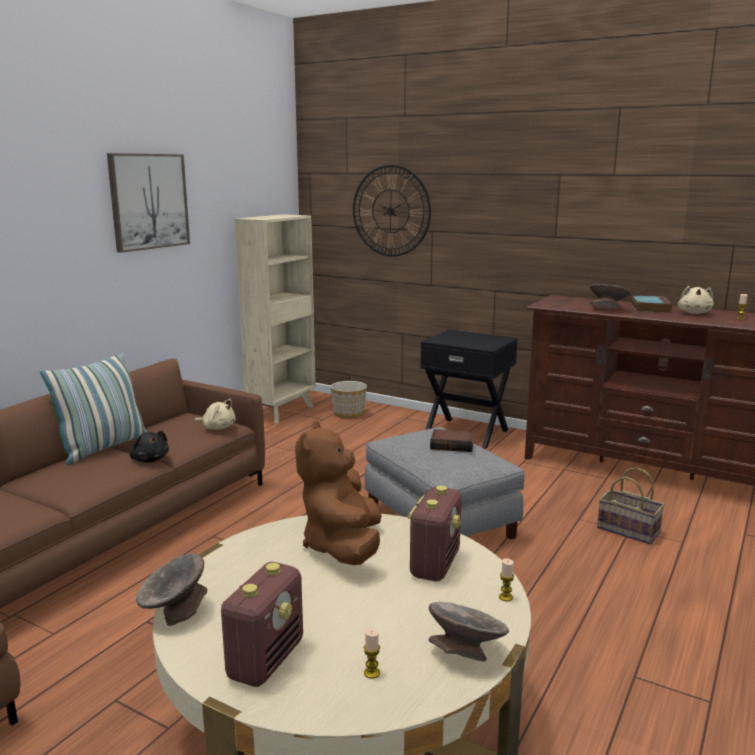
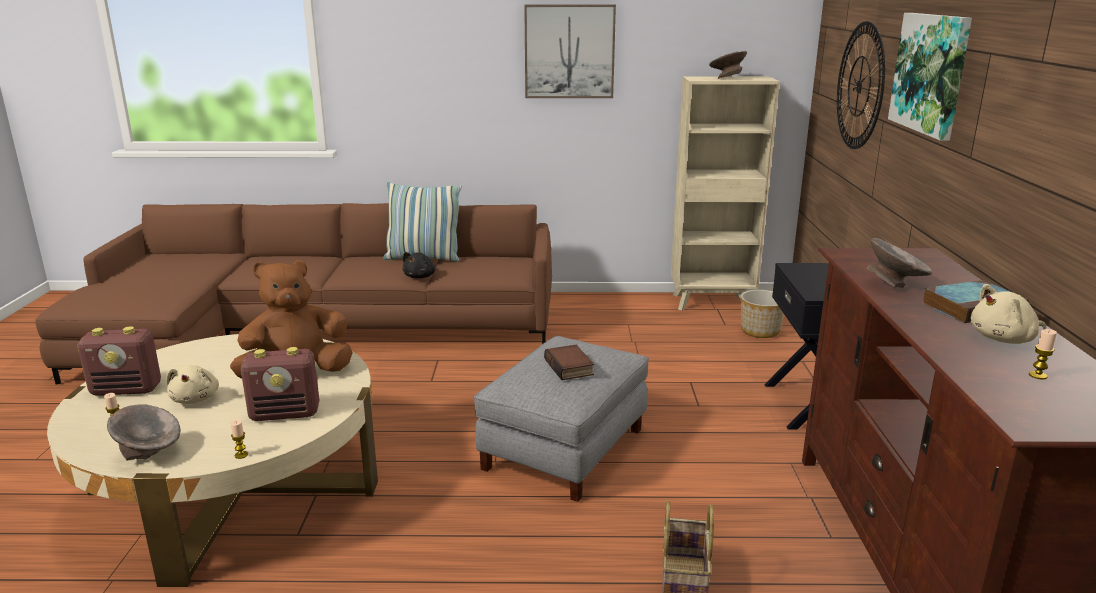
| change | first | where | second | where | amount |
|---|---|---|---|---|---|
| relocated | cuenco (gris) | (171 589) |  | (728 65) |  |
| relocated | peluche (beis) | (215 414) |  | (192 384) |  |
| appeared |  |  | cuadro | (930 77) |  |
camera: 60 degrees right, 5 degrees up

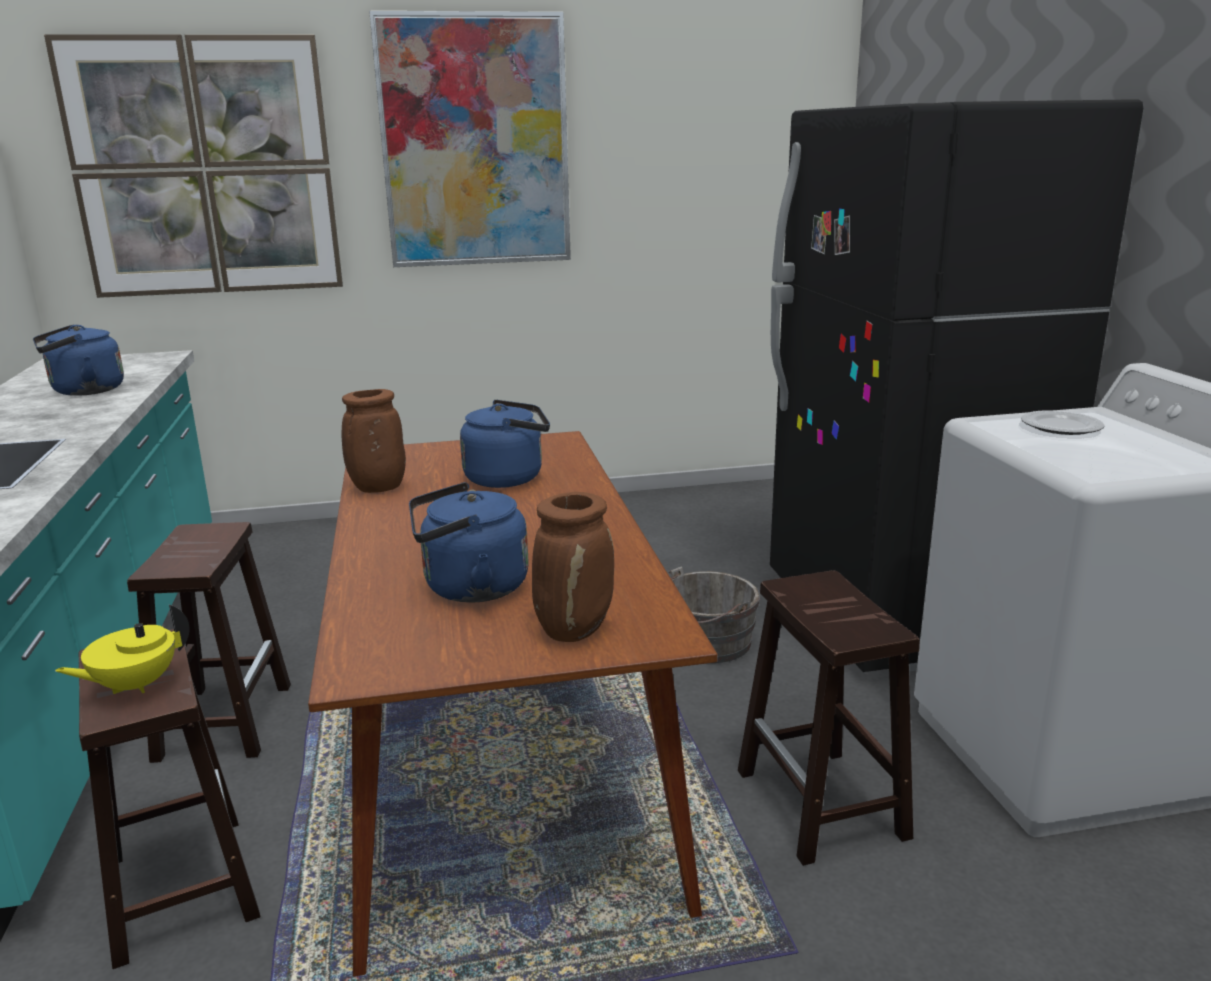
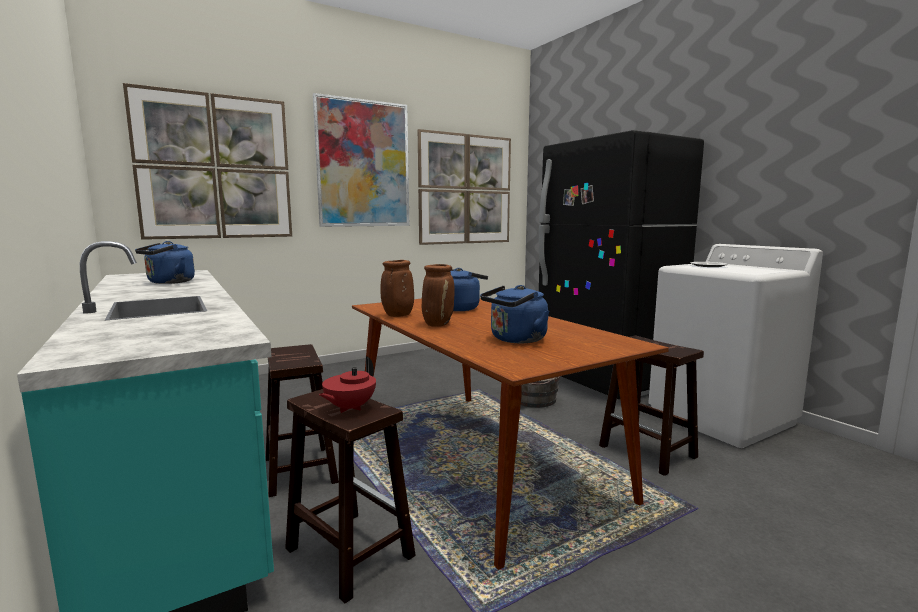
| change | first | where | second | where | amount |
|---|---|---|---|---|---|
| colour | tetera (amarillo) | (122 649) | tetera (rojo) | (347 384) |  |
| relocated | florero (marrón) | (573 567) |  | (438 295) |  |
| appeared |  |  | cuadro | (464 187) |  |
camera: 20 degrees left, 10 degrees down

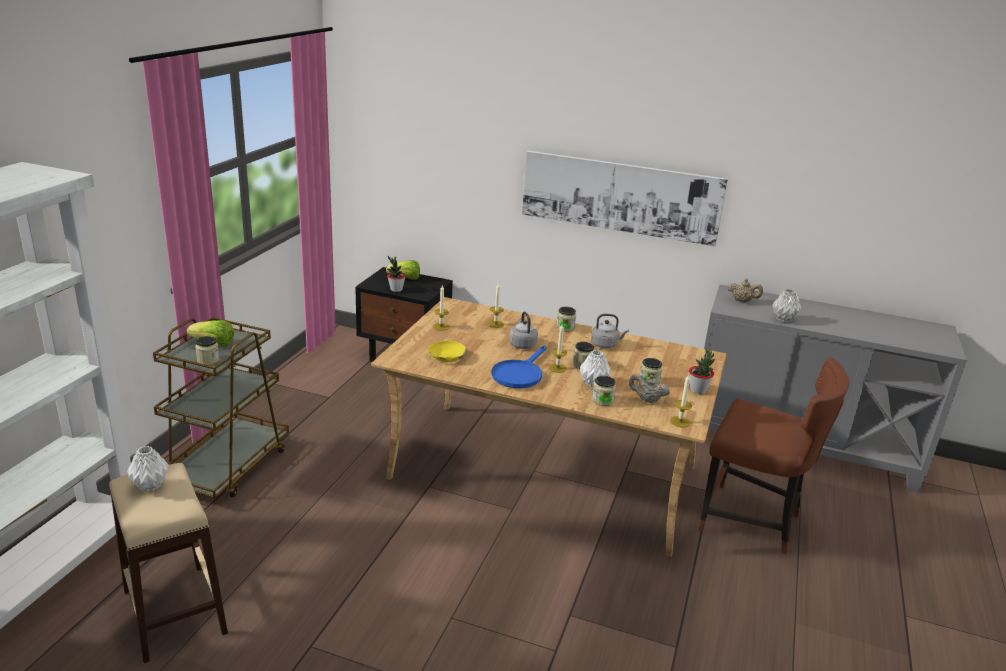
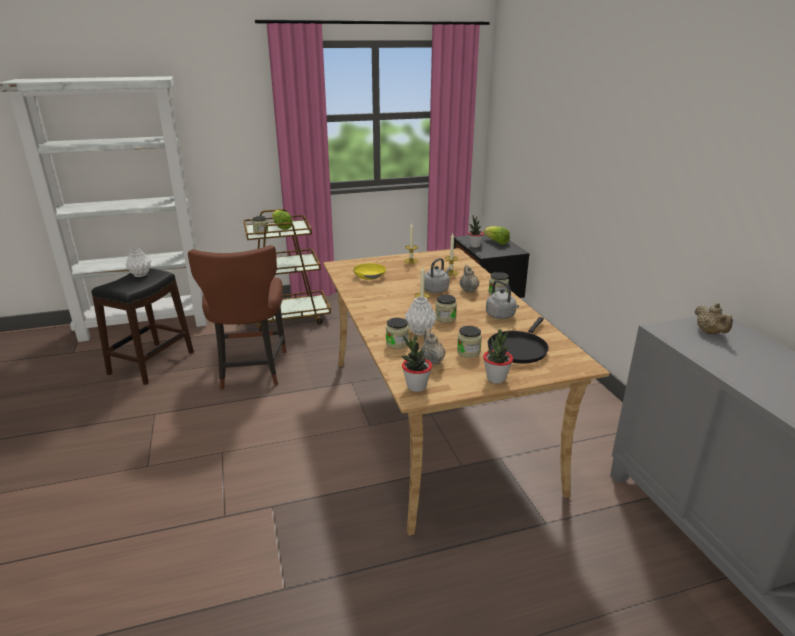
| change | first | where | second | where | amount |
|---|---|---|---|---|---|
| colour | taburete (beis) | (168 563) | taburete (negro) | (142 326) |  |
| missing | sartén (azul) | (519 366) |  |  |  |
| missing | cuadro | (625 198) |  |  |  |
| exchanged | vela | (681 401) | planta en maceta | (416 363) |  |
| relocated | silla (marrón) | (774 456) |  | (237 317) |  |
| missing | florero (gris) | (787 305) |  |  |  |
| appeared |  |  | tetera (beis) | (470 278) |  |
| appeared |  |  | sartén (negro) | (518 340) |  |
camera: 55 degrees right, 0 degrees up

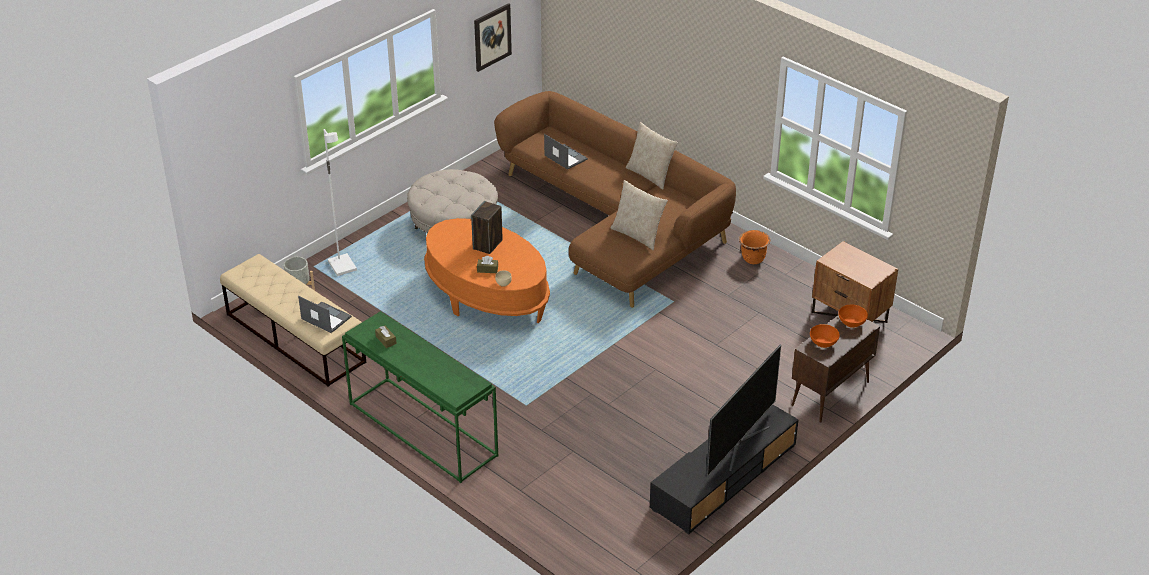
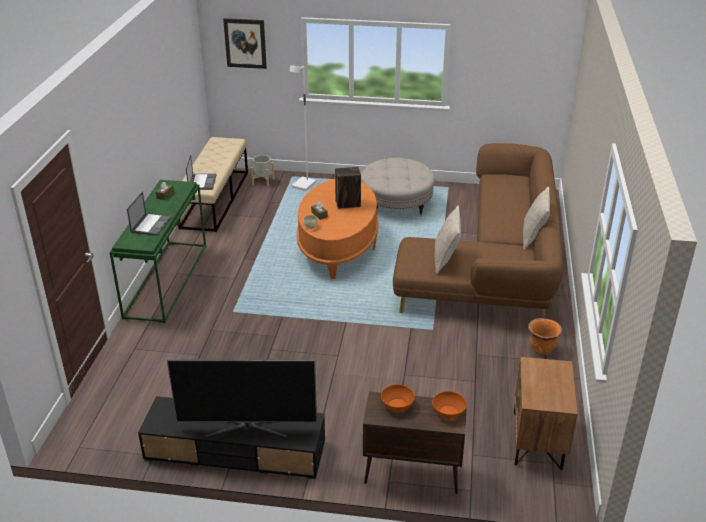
| change | first | where | second | where | amount |
|---|---|---|---|---|---|
| relocated | cuadro | (493 37) |  | (245 43) |  |
| relocated | portátil | (566 152) |  | (149 213) |  |
camera: 55 degrees right, 5 degrees down

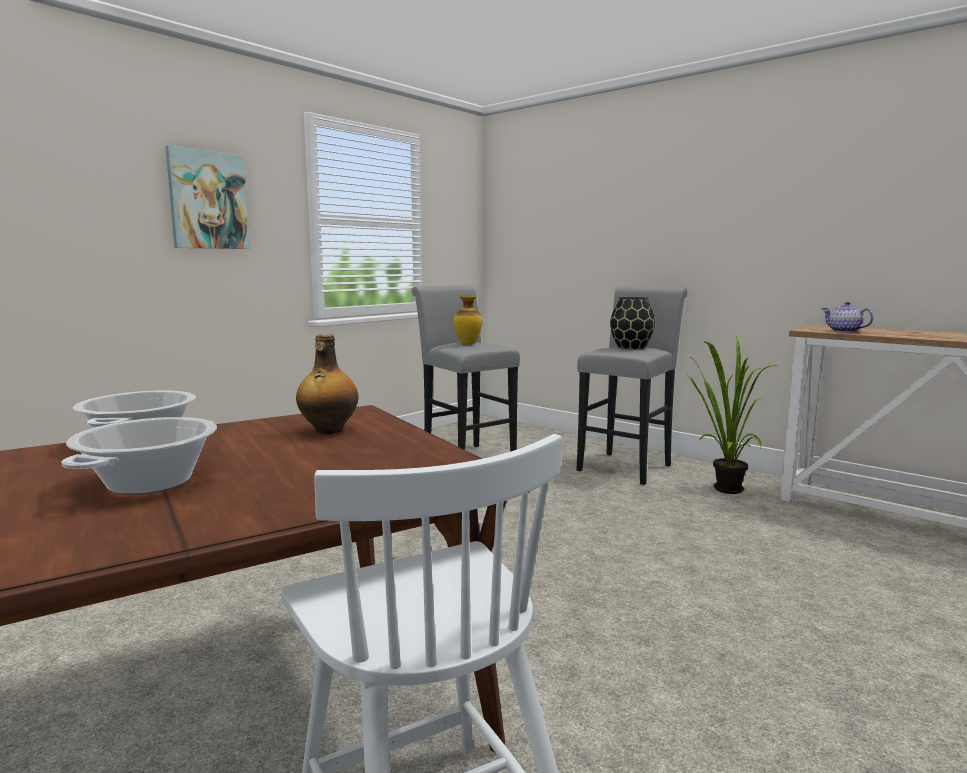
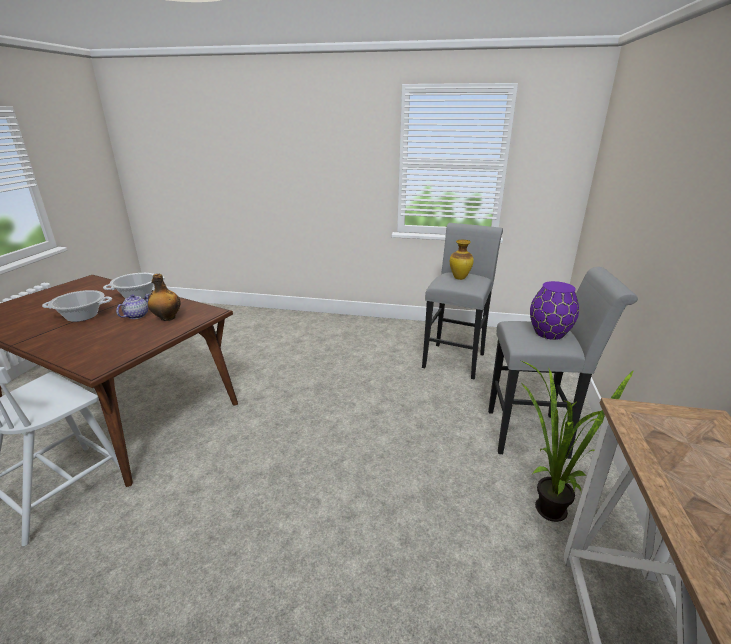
| change | first | where | second | where | amount |
|---|---|---|---|---|---|
| missing | cuadro | (208 197) |  |  |  |
| colour | florero (negro) | (632 323) | florero (morado) | (554 310) |  |
| relocated | tetera | (848 317) |  | (133 306) |  |
camera: 60 degrees right, 15 degrees up

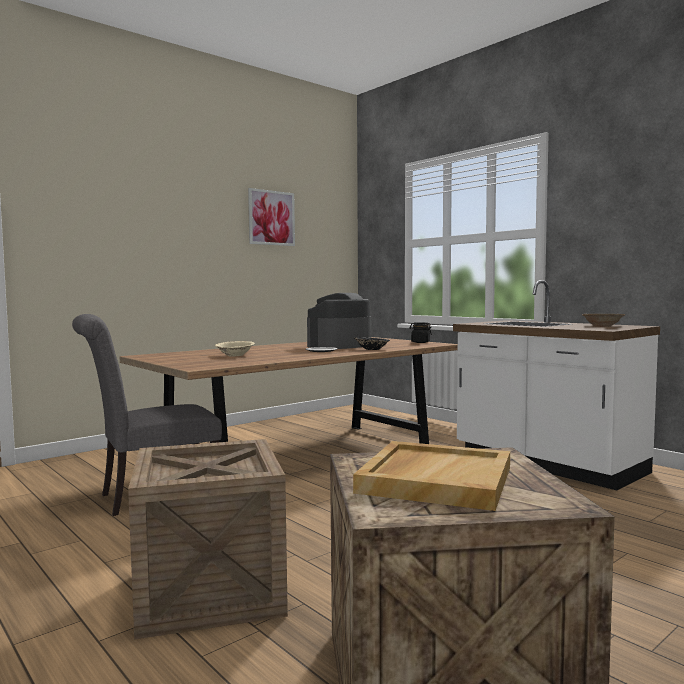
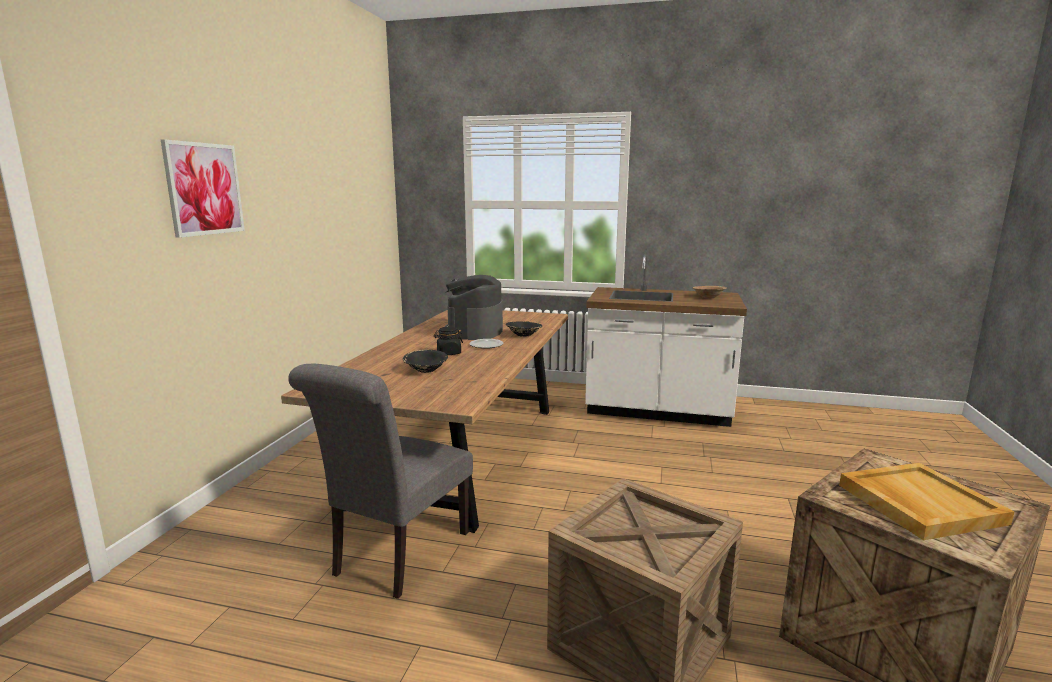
| change | first | where | second | where | amount |
|---|---|---|---|---|---|
| colour | cuenco (beis) | (235 348) | cuenco (negro) | (425 361) |  |
| relocated | cuadro | (271 217) |  | (203 188) |  |
| relocated | tarro (negro) | (420 332) |  | (448 341) |  |
camera: 35 degrees left, 10 degrees up

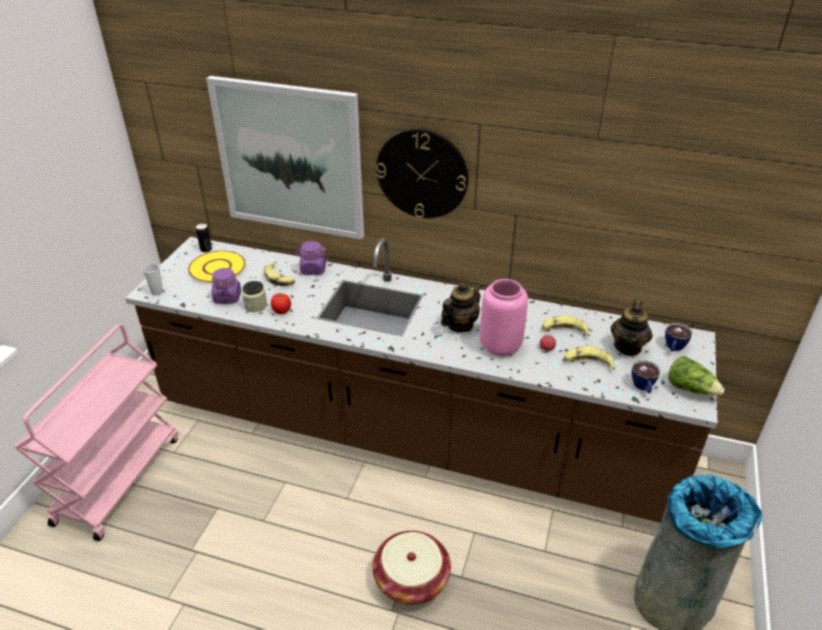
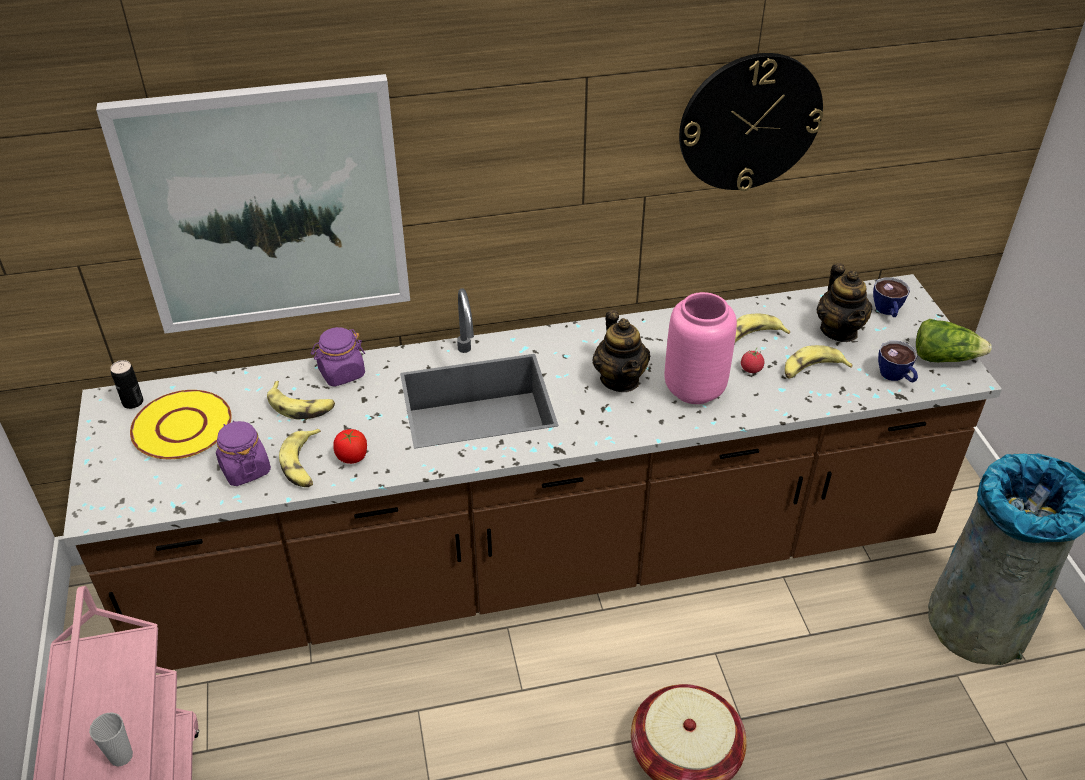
| change | first | where | second | where | amount |
|---|---|---|---|---|---|
| relocated | taza | (152 279) |  | (111 739) |  |
| exchanged | tarro | (254 296) | plátano | (300 458) |  |
| relocated | reloj de pared | (422 173) |  | (751 122) |  |
| spun | tetera | (461 307) |  | (621 351) | 150 degrees clockwise |
camera: 30 degrees left, 5 degrees up

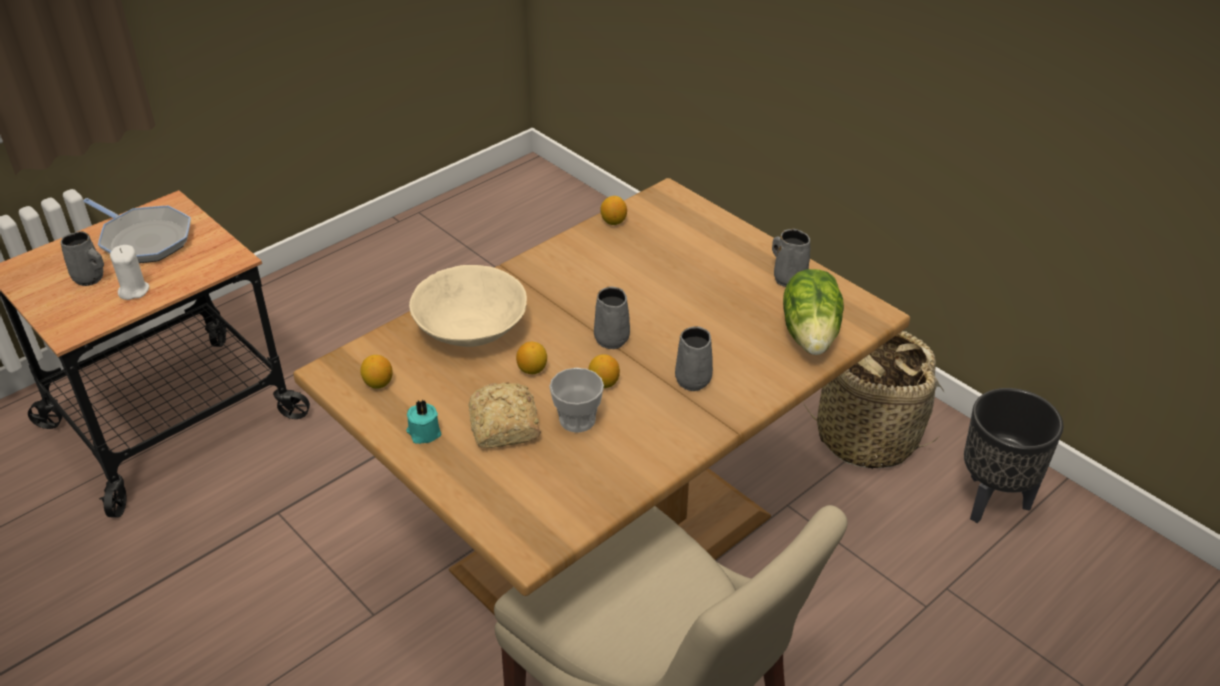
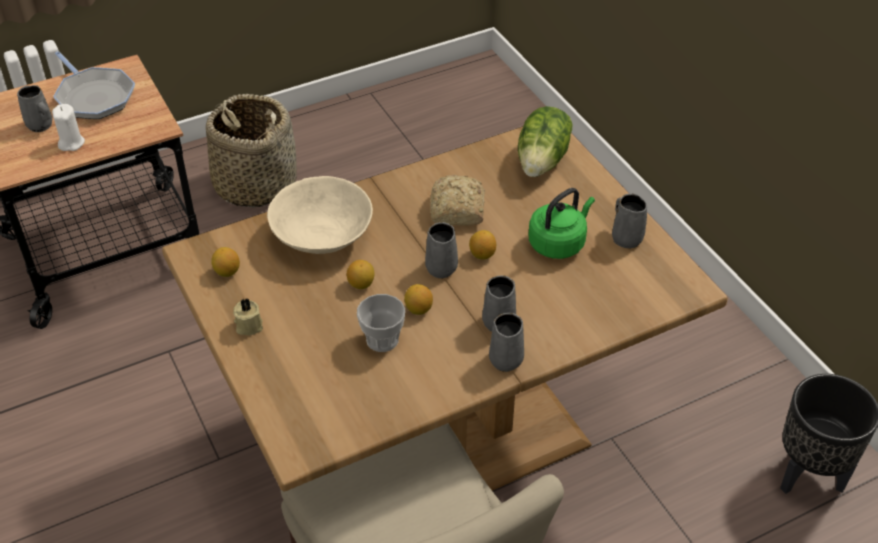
| change | first | where | second | where | amount |
|---|---|---|---|---|---|
| colour | vela (turquesa) | (423 421) | vela (beis) | (248 316) |  |
| relocated | pan | (504 415) |  | (457 200) |  |
| relocated | limón | (613 210) |  | (482 244) |  |
| relocated | lechuga | (813 312) |  | (545 141) |  |
| relocated | cesta | (875 400) |  | (251 150) |  |
| appeared |  |  | taza grande (gris) | (506 342) |  |
| appeared |  |  | hervidor (verde) | (562 223) |  |
camera: 15 degrees right, 5 degrees up

